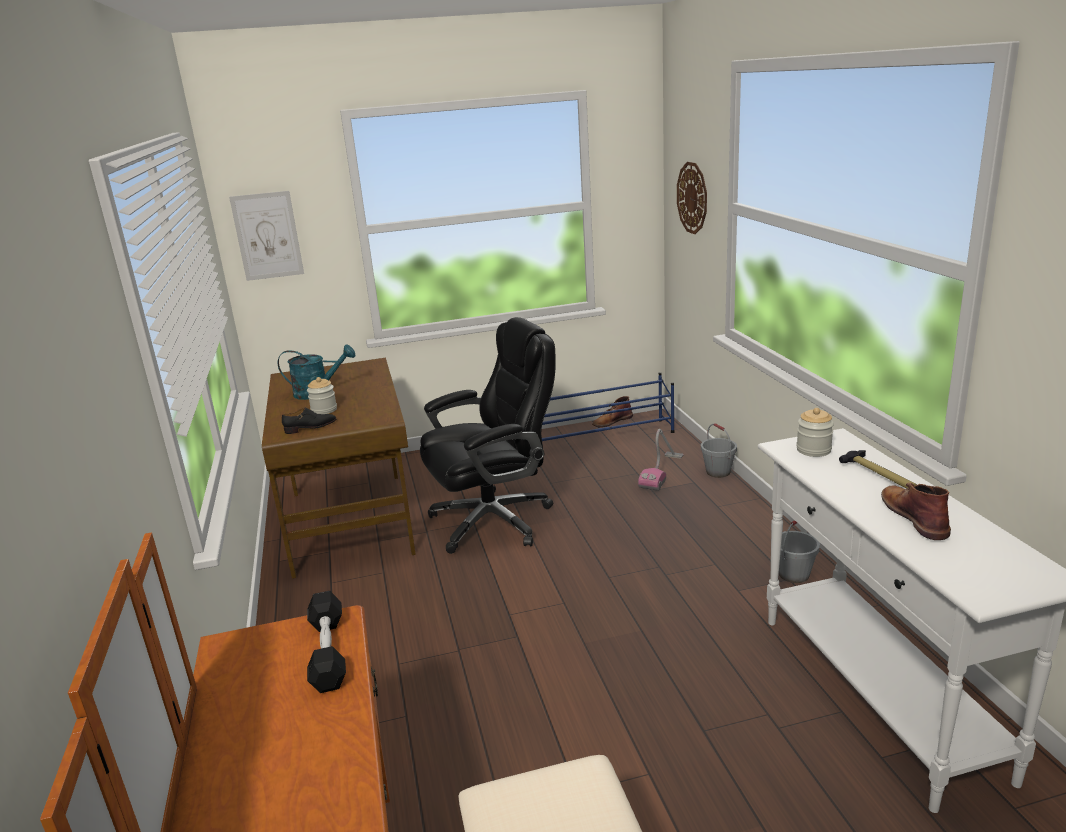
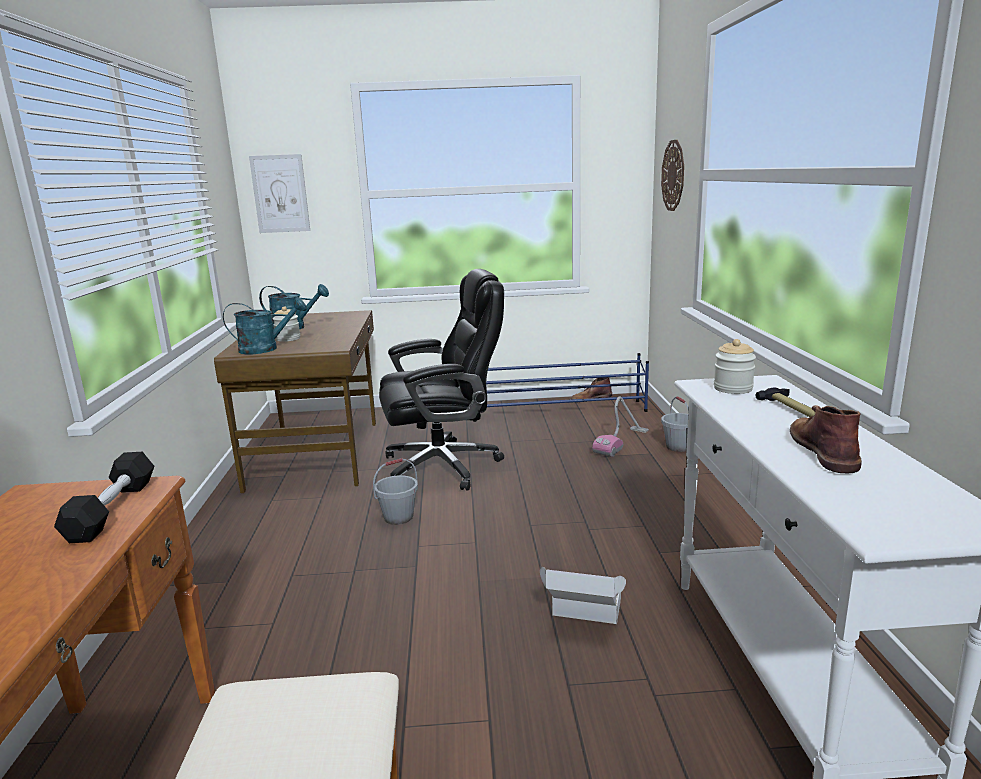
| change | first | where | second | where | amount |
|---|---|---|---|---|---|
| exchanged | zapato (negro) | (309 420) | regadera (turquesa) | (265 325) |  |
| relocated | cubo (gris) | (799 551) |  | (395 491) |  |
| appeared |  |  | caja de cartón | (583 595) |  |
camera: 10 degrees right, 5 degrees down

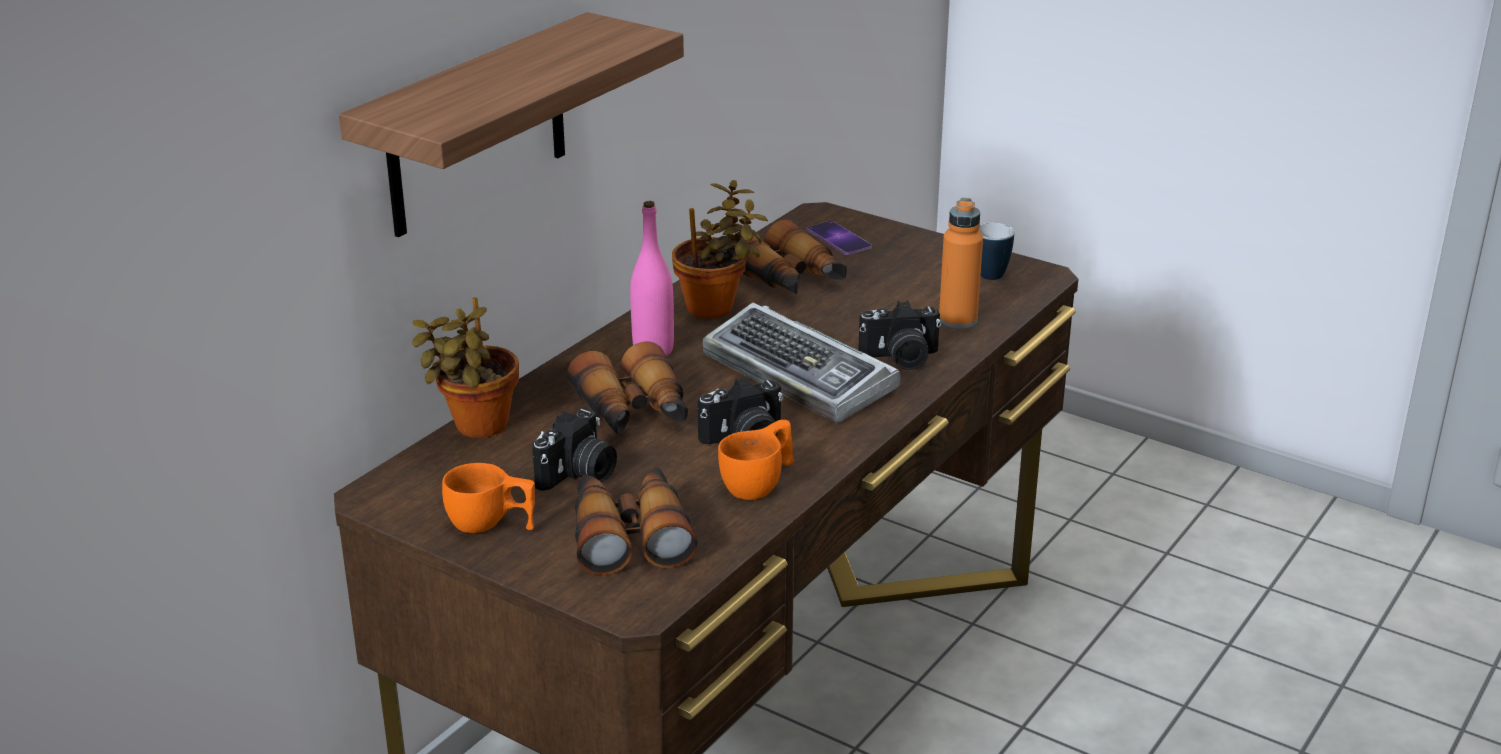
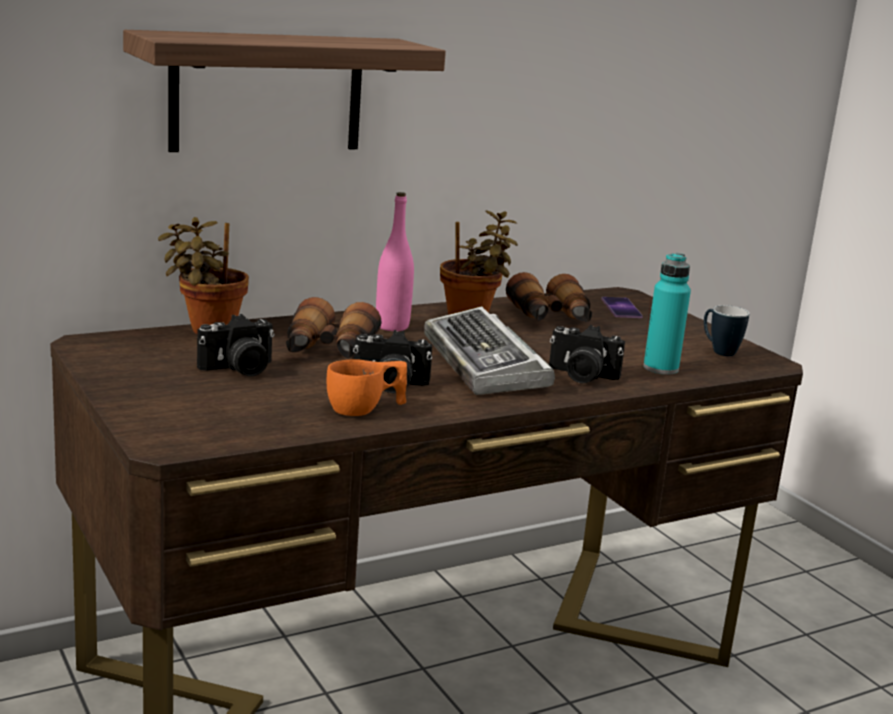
| change | first | where | second | where | amount |
|---|---|---|---|---|---|
| missing | taza (naranja) | (488 498) |  |  |  |
| missing | prismáticos | (636 521) |  |  |  |
| colour | botella (naranja) | (961 263) | botella (turquesa) | (667 314) |  |
camera: 25 degrees right, 10 degrees down

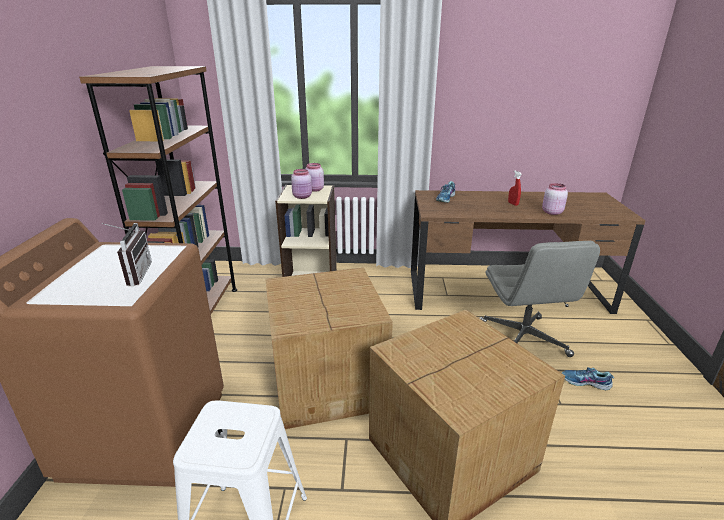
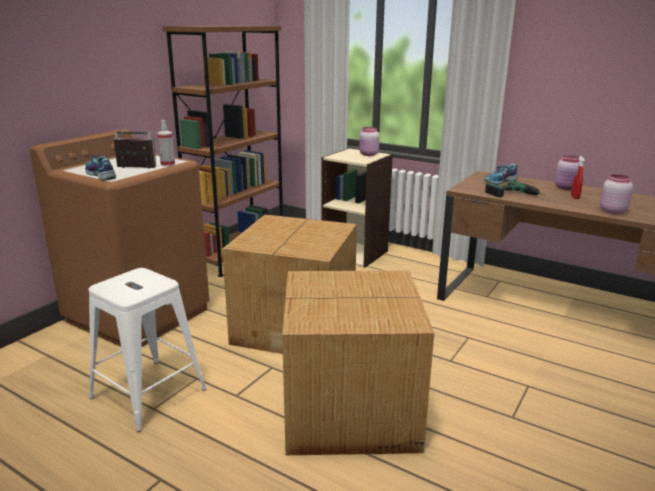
| change | first | where | second | where | amount |
|---|---|---|---|---|---|
| spun | radio | (127 254) |  | (135 147) | 105 degrees counterclockwise |
| relocated | tarro (rosa) | (301 184) |  | (567 172) |  |
| missing | silla de oficina (gris) | (540 299) |  |  |  |
| relocated | zapato | (588 378) |  | (100 167) |  |
| appeared |  |  | pulverizador | (166 143) |  |
| appeared |  |  | taladro | (515 188) |  |
camera: 30 degrees right, 5 degrees down

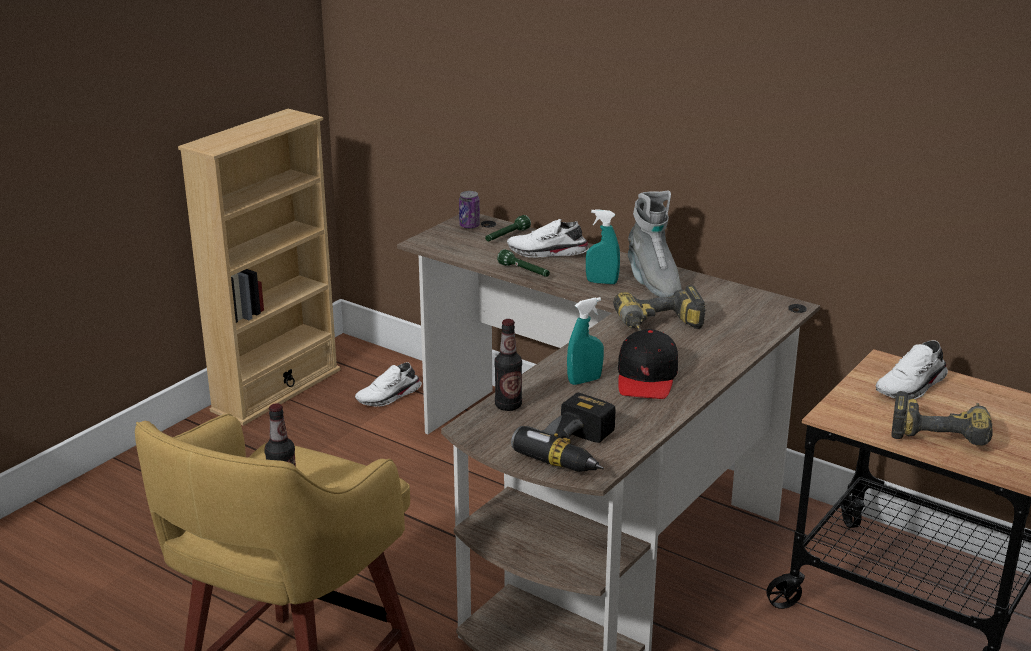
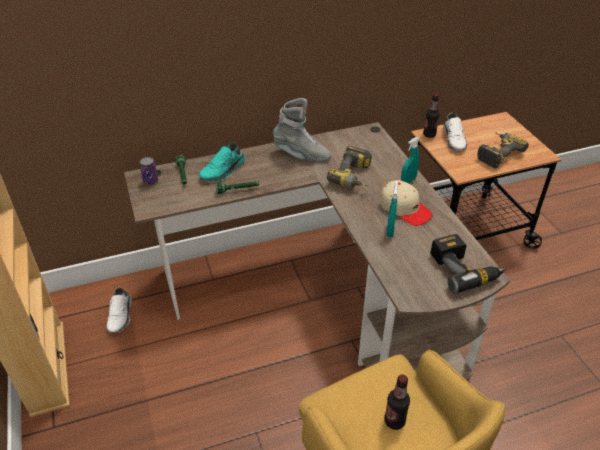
| change | first | where | second | where | amount |
|---|---|---|---|---|---|
| relocated | botella | (508 365) |  | (431 115) |  |
| colour | zapato (blanco) | (548 238) | zapato (turquesa) | (222 162) |  |
| relocated | pulverizador (turquesa) | (603 246) |  | (410 160) |  |
| colour | gorra (negro) | (648 364) | gorra (beis) | (406 203) |  |
camera: 55 degrees left, 15 degrees up

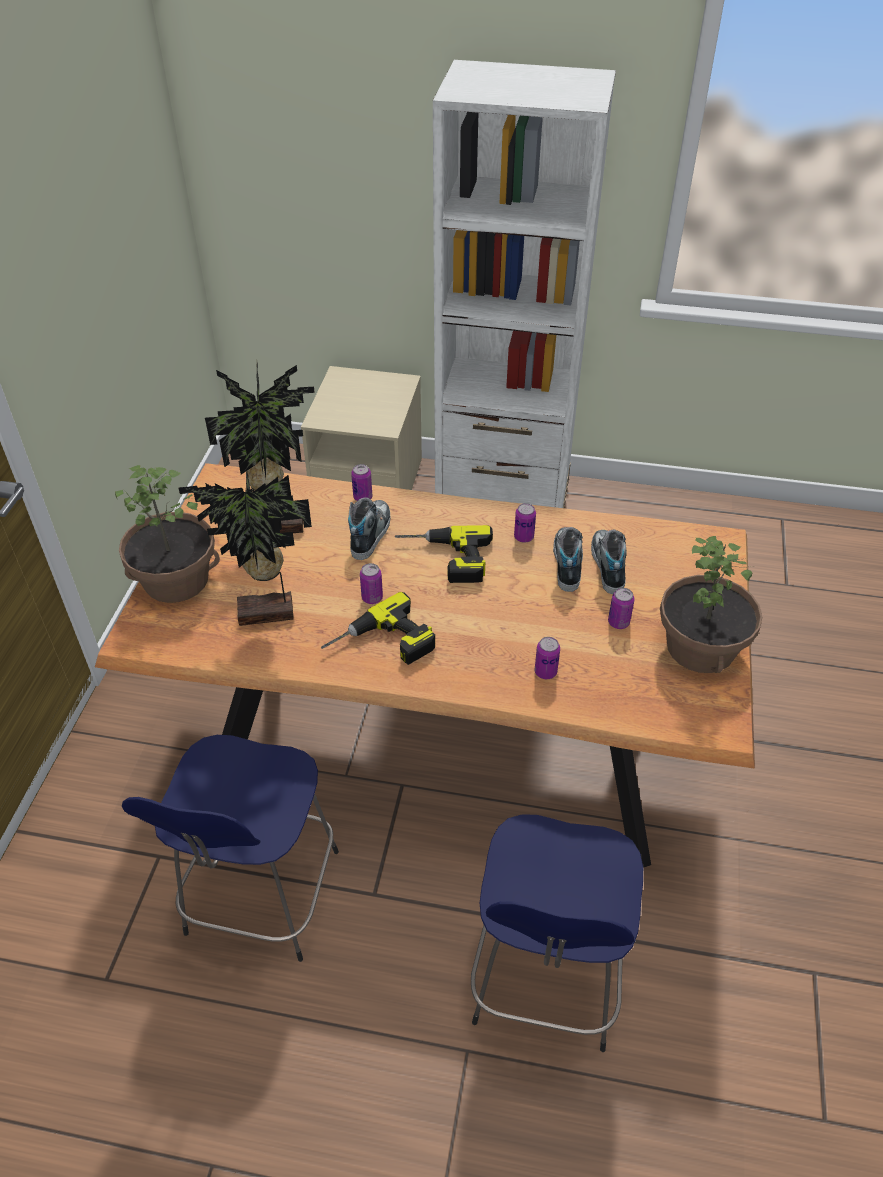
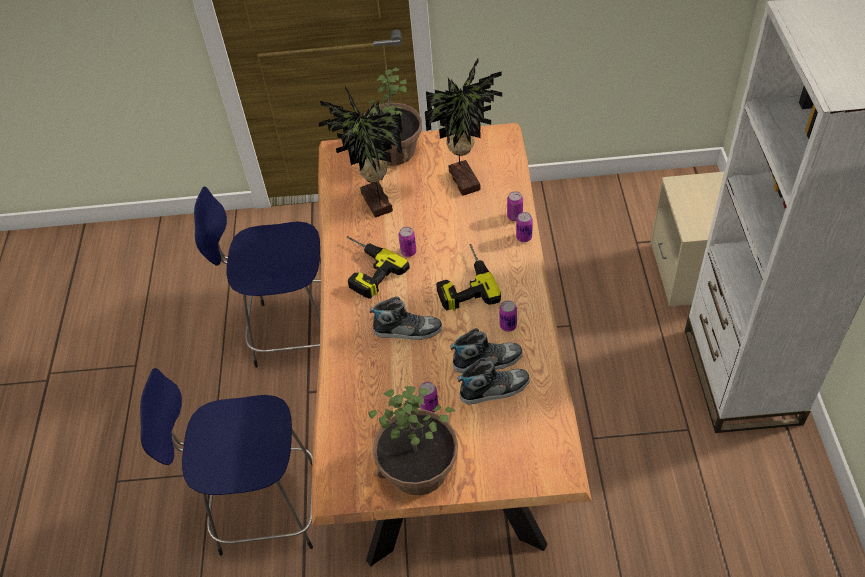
| change | first | where | second | where | amount |
|---|---|---|---|---|---|
| relocated | zapato | (369 528) |  | (406 318) |  |
| relocated | lata | (547 658) |  | (524 227) |  |
camera: 80 degrees right, 5 degrees up

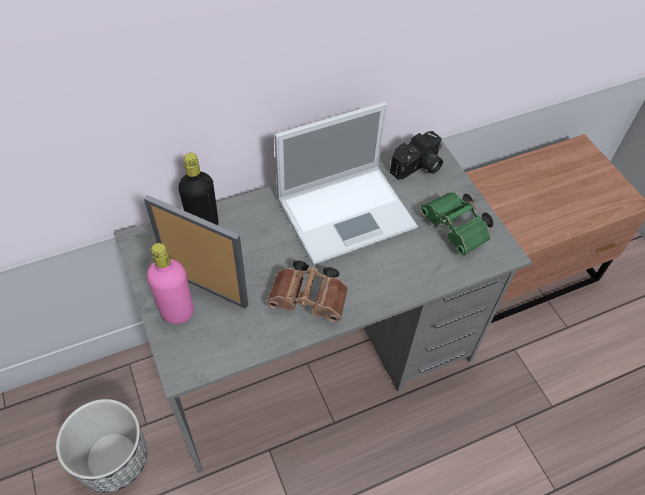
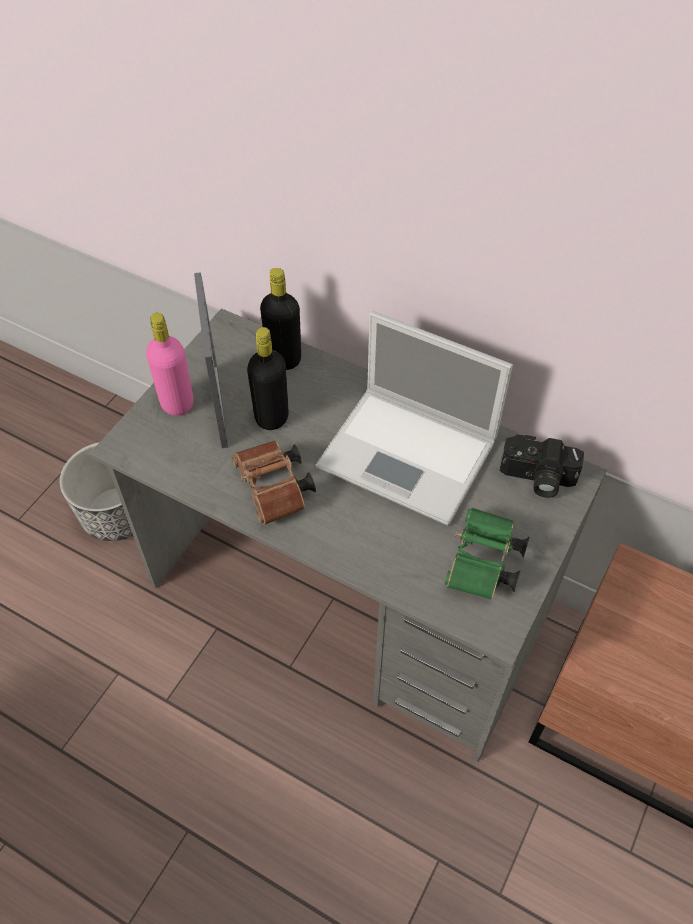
| change | first | where | second | where | amount |
|---|---|---|---|---|---|
| appeared |  |  | botella (negro) | (268 378) |  |
camera: 55 degrees right, 0 degrees up

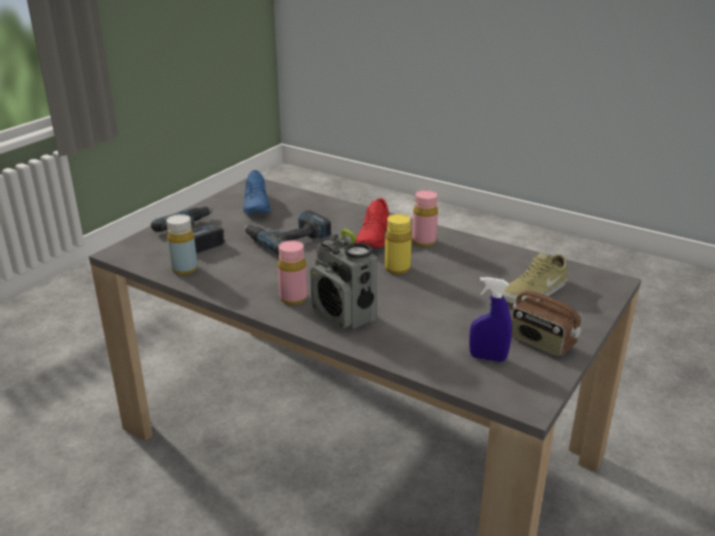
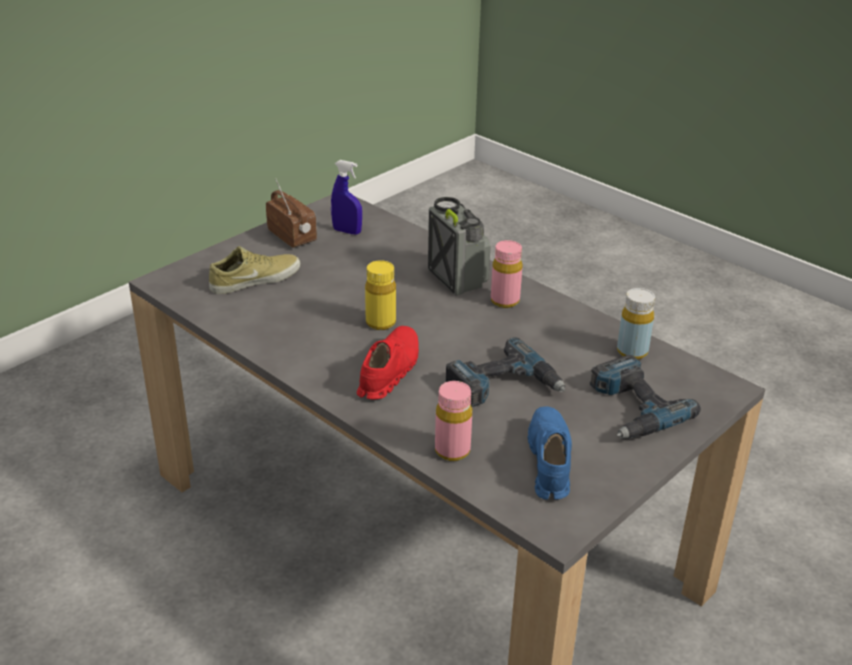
| change | first | where | second | where | amount |
|---|---|---|---|---|---|
| relocated | botella (rosa) | (425 218) |  | (453 421) |  |
camera: 170 degrees left, 5 degrees up

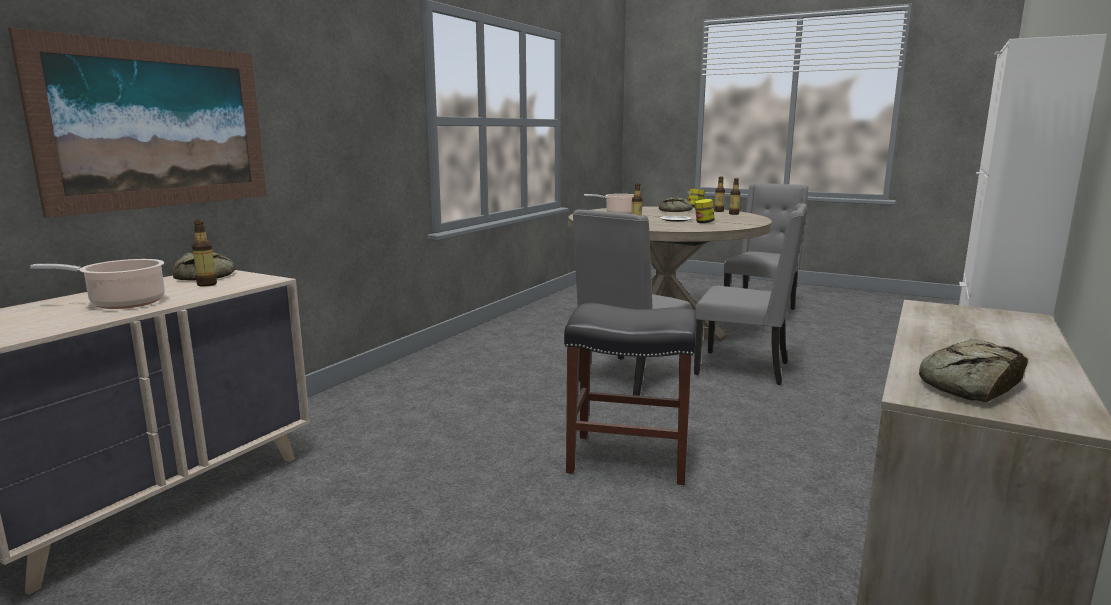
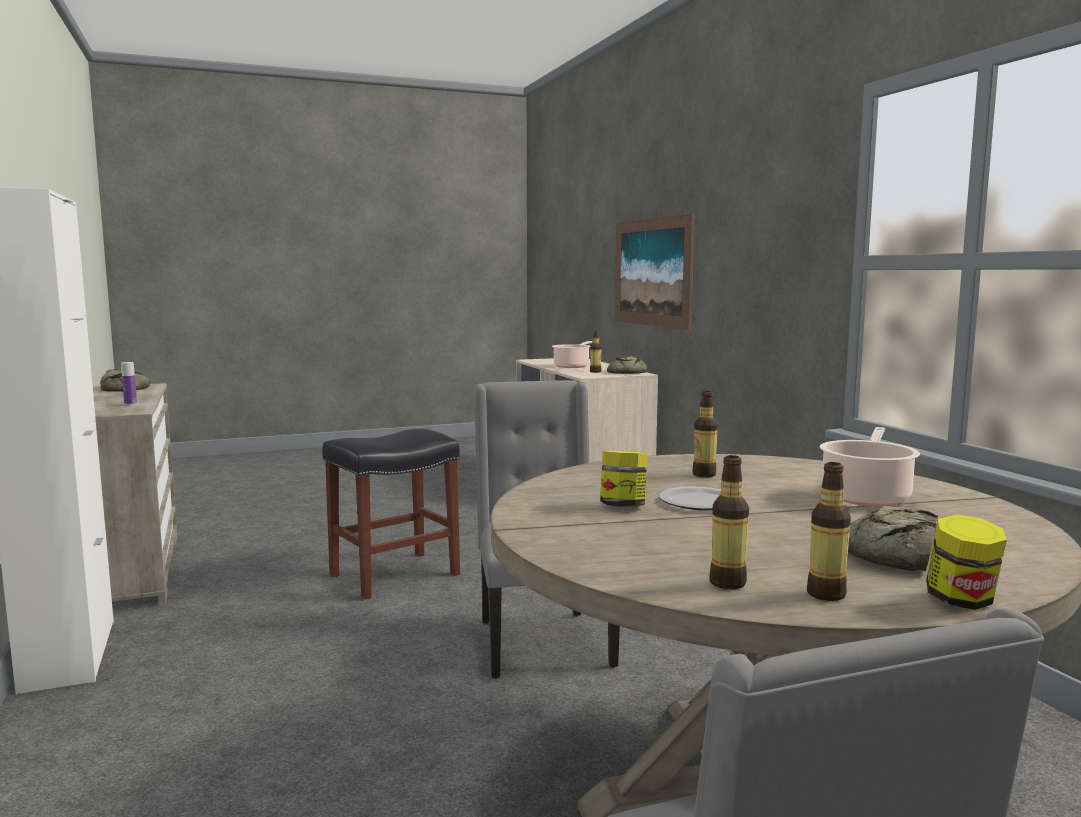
| change | first | where | second | where | amount |
|---|---|---|---|---|---|
| missing | silla (gris) | (751 294) |  |  |  |
| appeared |  |  | botella | (129 383) |  |
camera: 130 degrees right, 5 degrees down

